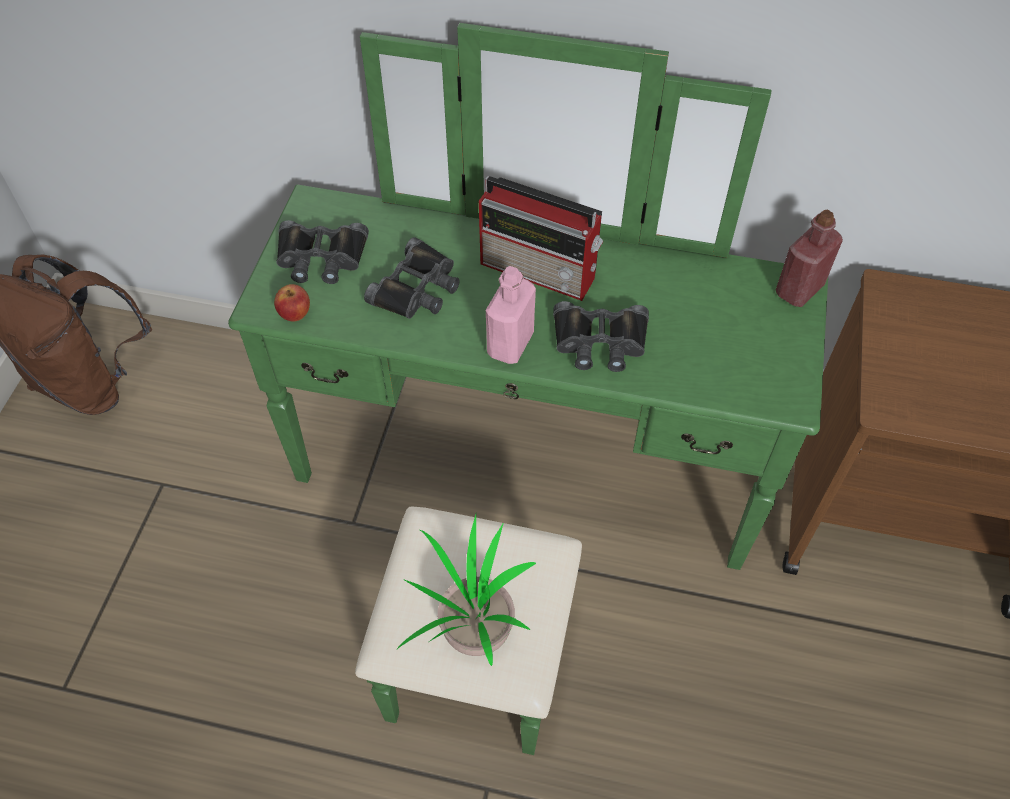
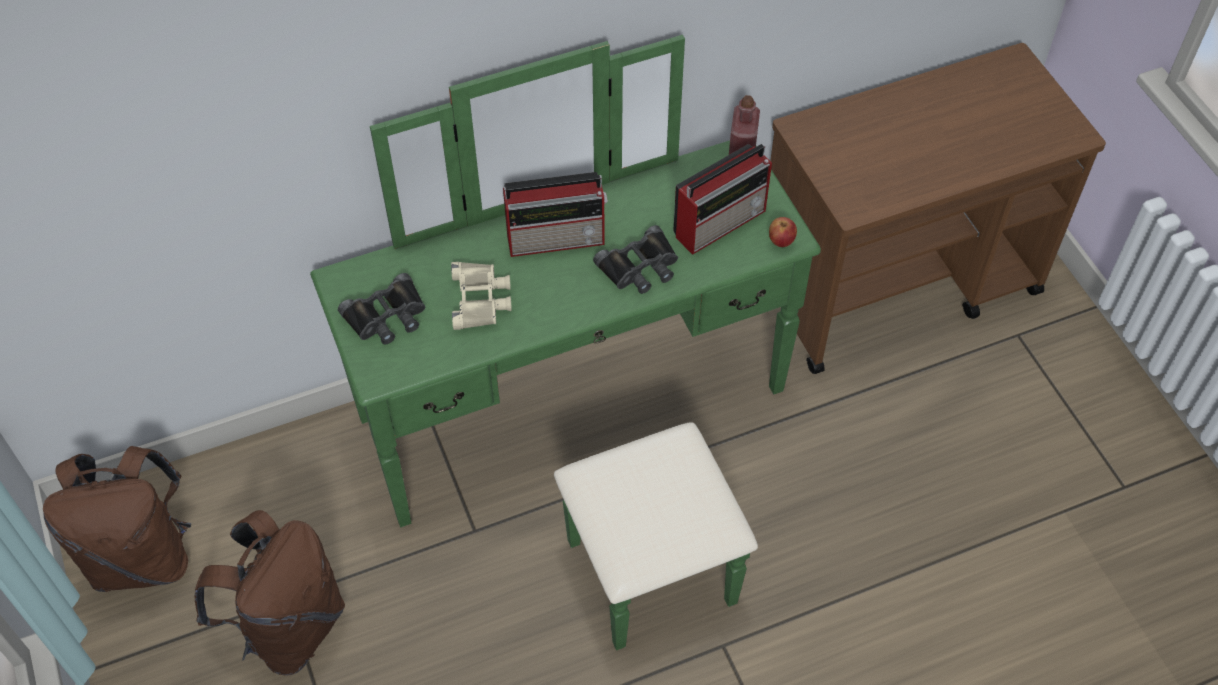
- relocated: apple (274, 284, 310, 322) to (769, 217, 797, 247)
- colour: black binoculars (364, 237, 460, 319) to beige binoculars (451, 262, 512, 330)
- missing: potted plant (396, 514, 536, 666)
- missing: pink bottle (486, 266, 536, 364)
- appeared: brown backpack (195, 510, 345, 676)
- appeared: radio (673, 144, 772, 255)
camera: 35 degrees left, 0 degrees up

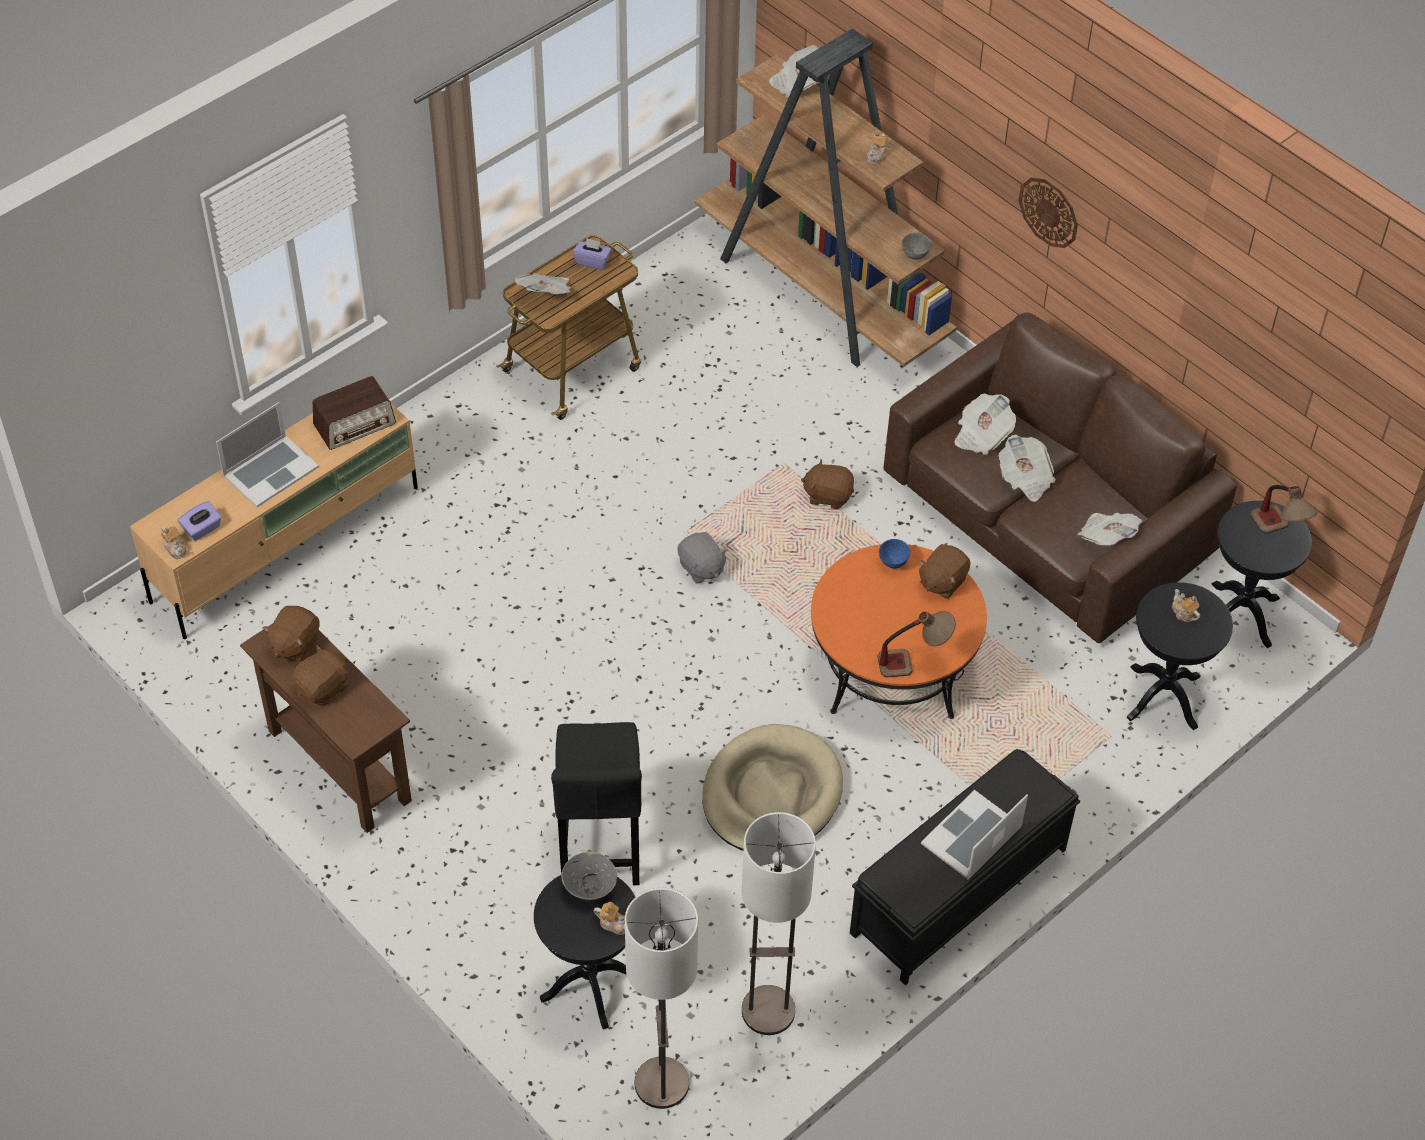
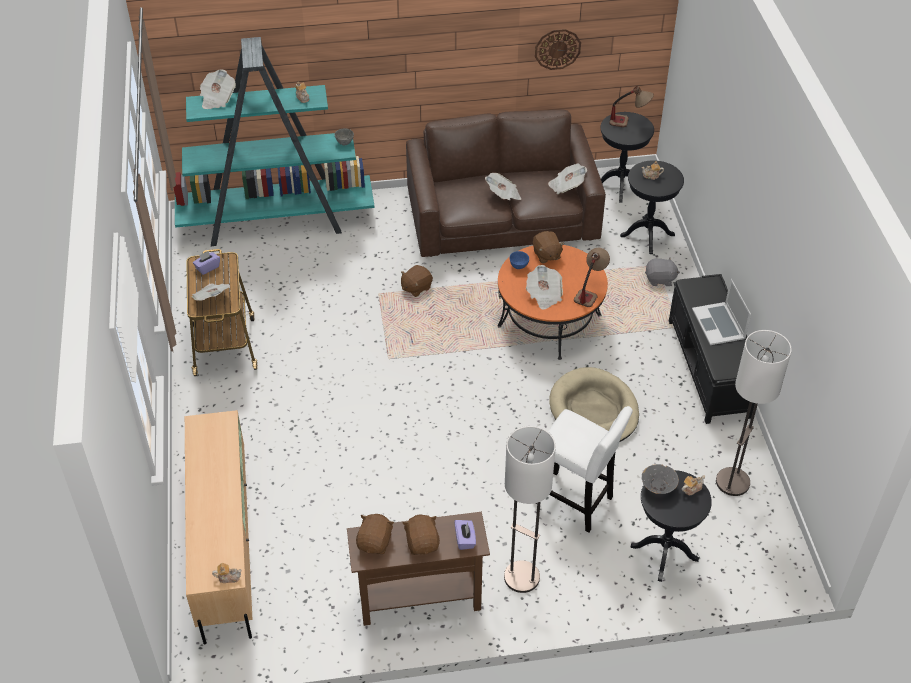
- relocated: purple tissue box (178, 501, 222, 541) to (454, 520, 476, 550)
- missing: laptop (216, 402, 319, 507)
- spun: brown plush toy (262, 606, 320, 662) = (356, 514, 394, 554) 135 degrees counterclockwise
- missing: radio (313, 376, 396, 450)
- colour: black stool (551, 722, 642, 885) to white stool (535, 406, 633, 532)
- relocated: floor lamp (625, 888, 698, 1109) to (504, 426, 556, 593)
- relocated: grey plush toy (678, 532, 728, 583) to (645, 258, 680, 286)
- colour: brown bookcase (695, 28, 957, 367) to turquoise bookcase (173, 37, 375, 246)
- relocated: newspaper (954, 393, 1016, 455) to (526, 265, 563, 310)
- relocated: wall clock (1018, 178, 1078, 248) to (535, 29, 581, 70)
camera: 55 degrees left, 5 degrees down

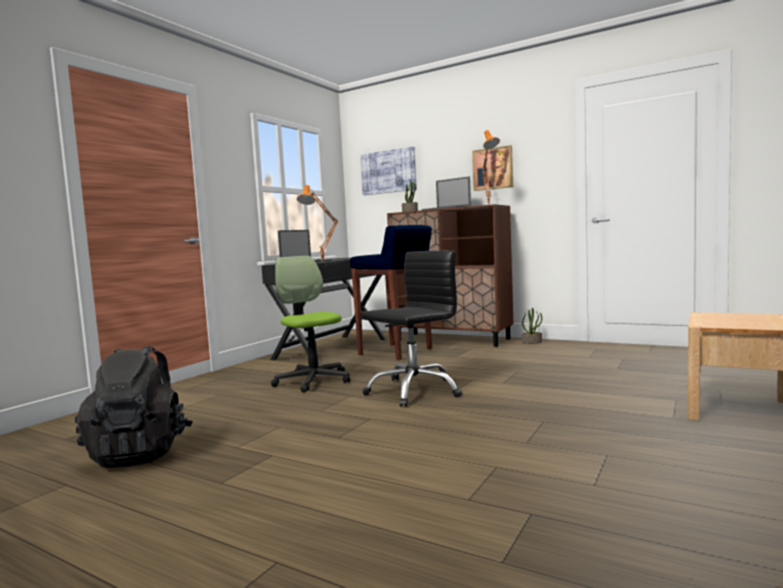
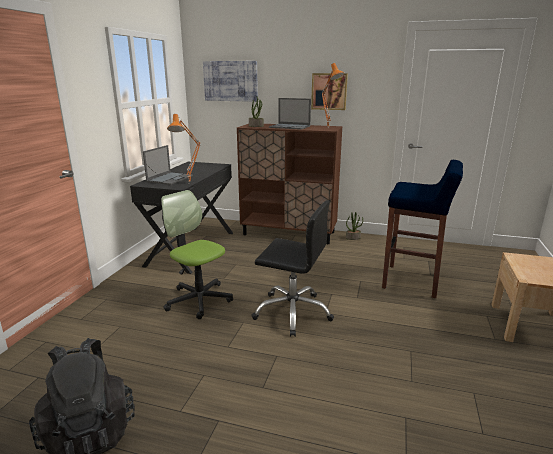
- relocated: blue stool (350, 225, 432, 360) to (382, 160, 463, 298)
- spun: black office chair (361, 251, 462, 407) = (251, 200, 334, 337) 75 degrees clockwise
camera: 15 degrees left, 15 degrees up

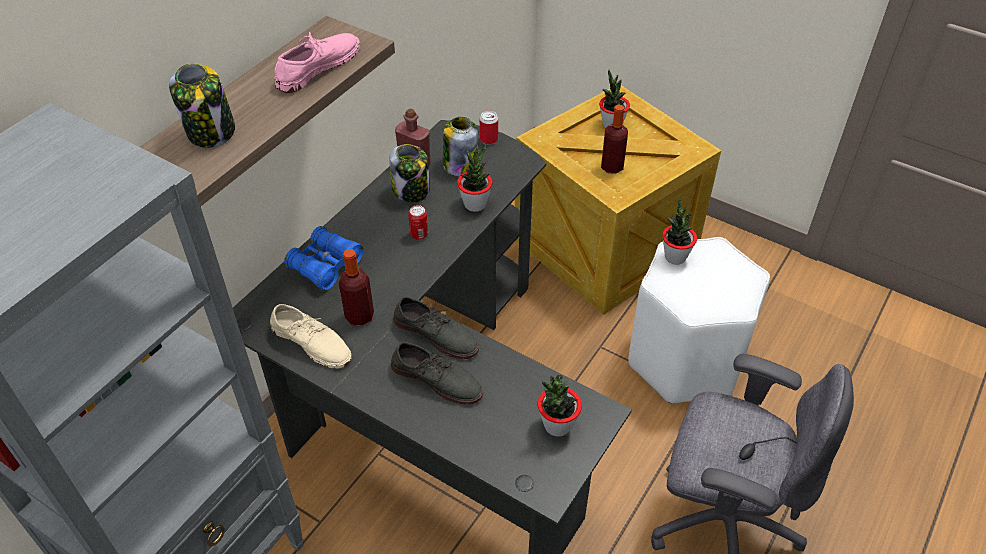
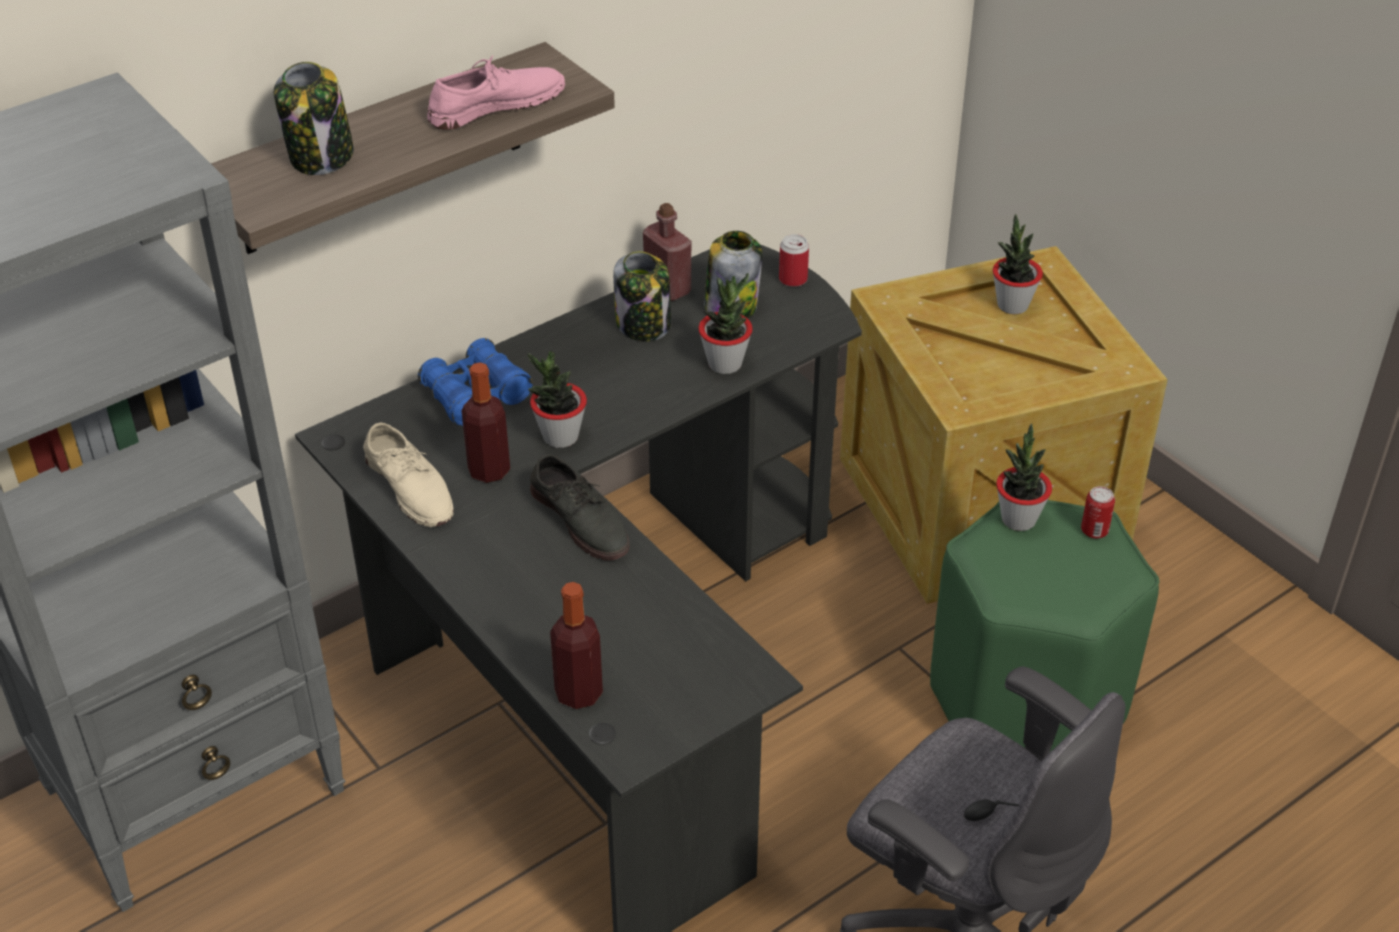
- missing: grey shoe (391, 342, 483, 405)
- relocated: can (408, 205, 428, 240) to (1081, 486, 1115, 539)
- relocated: potted plant (538, 375, 582, 437) to (528, 351, 587, 448)
- relocated: bottle (601, 105, 628, 174) to (550, 582, 603, 709)
- colour: white stool (628, 237, 770, 403) to green stool (930, 500, 1160, 752)
camera: 20 degrees right, 5 degrees down

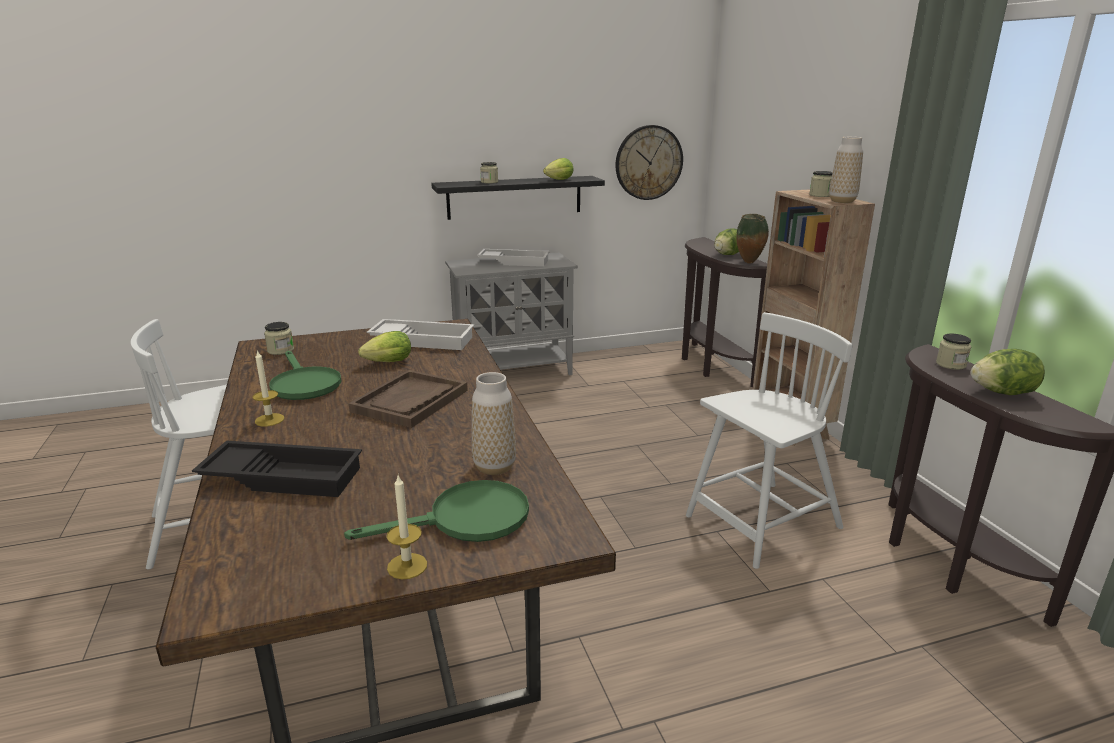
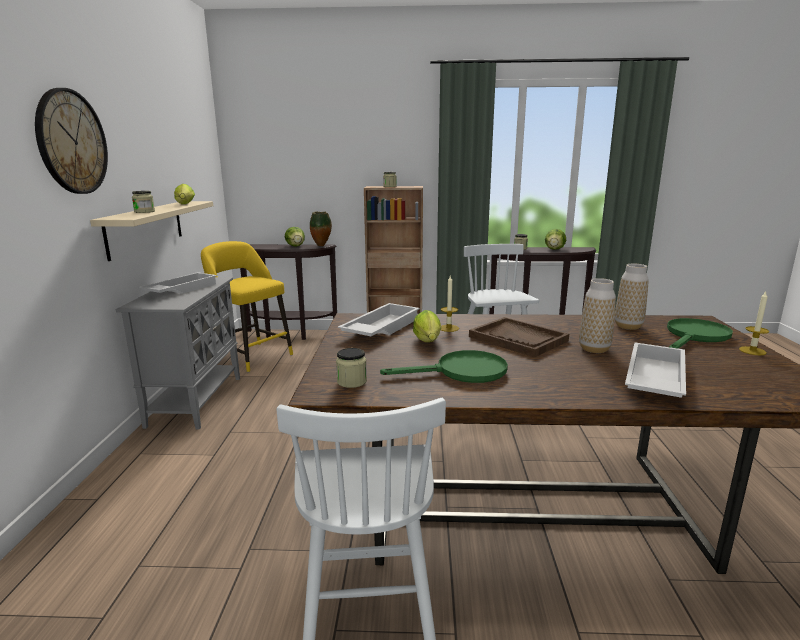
- colour: black tray (192, 441, 362, 497) to white tray (625, 342, 686, 398)
- relocated: candle (253, 350, 285, 427) to (441, 276, 459, 332)
- spun: green frying pan (344, 480, 529, 542) = (667, 318, 733, 349) 45 degrees clockwise
- colour: black shelf (431, 176, 605, 220) to beige shelf (90, 201, 213, 261)
- relocated: wall clock (616, 125, 683, 200) to (35, 88, 108, 194)
- relocated: vase (829, 137, 863, 203) to (579, 278, 616, 353)
- appeared: yellow stool (201, 241, 293, 372)
camera: 70 degrees left, 5 degrees down

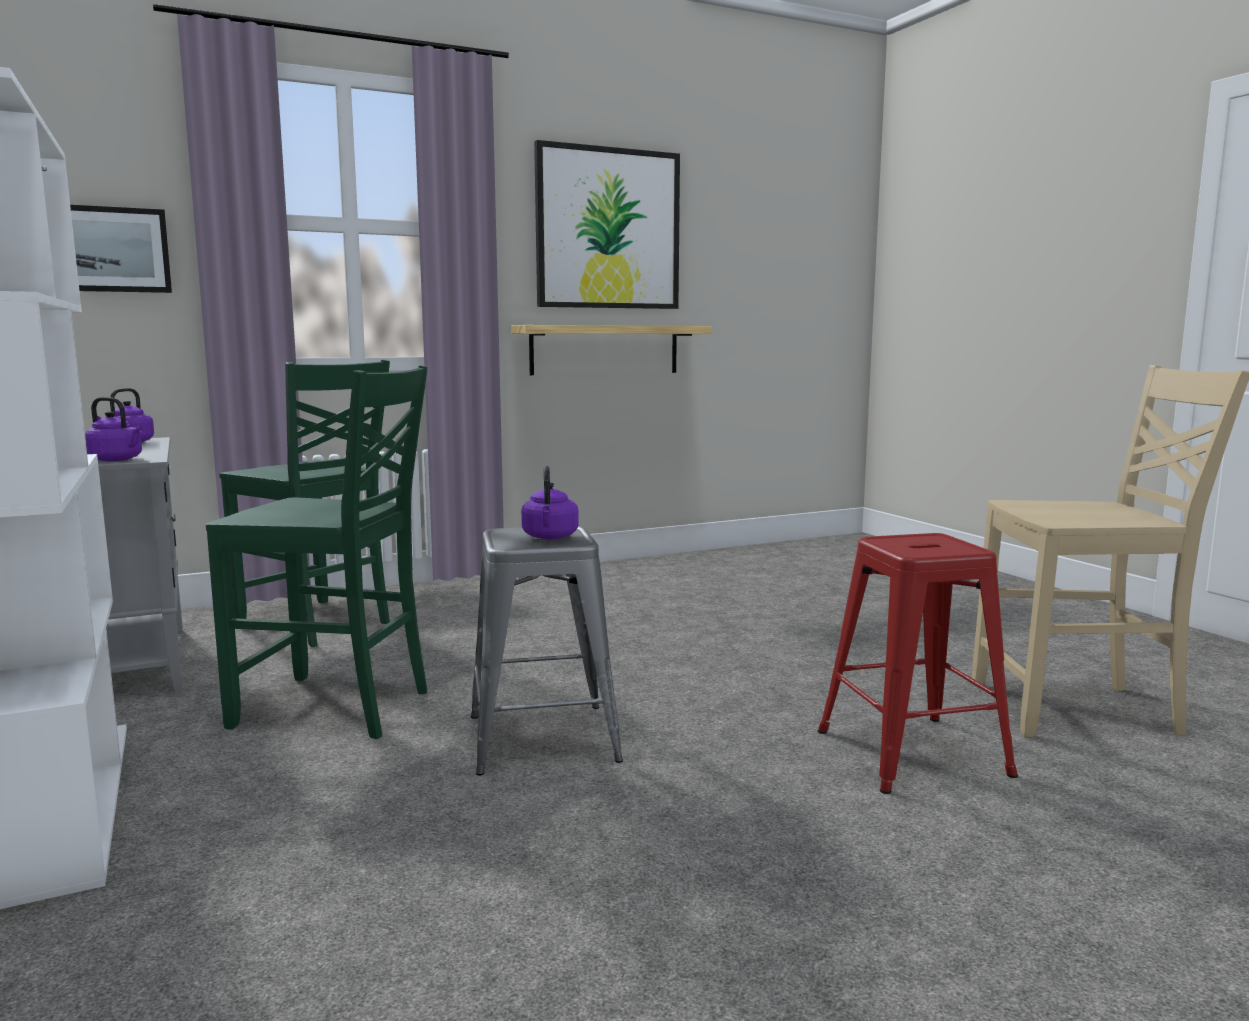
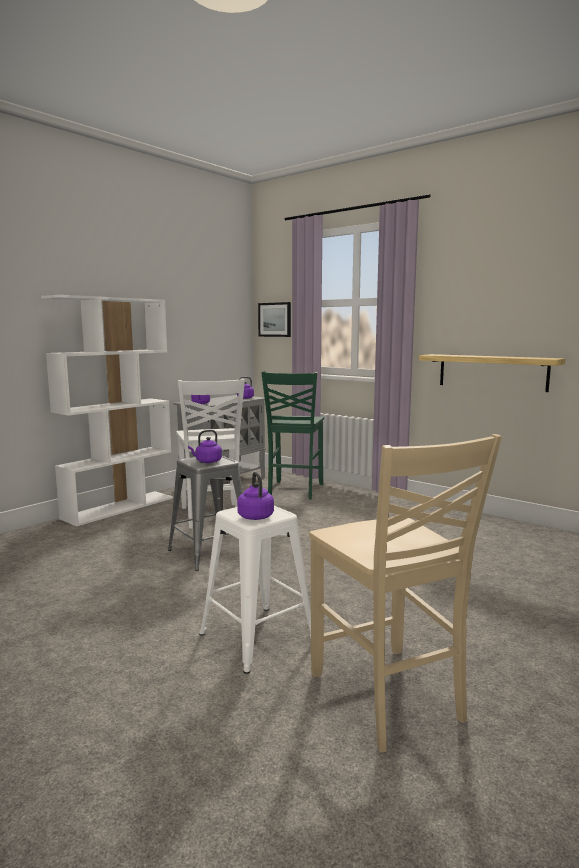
- colour: green chair (206, 366, 428, 739) to white chair (176, 379, 245, 529)
- missing: picture (534, 140, 680, 309)
- colour: red stool (817, 533, 1018, 794) to white stool (199, 506, 311, 674)
- appeared: purple kettle (237, 472, 274, 520)
camera: 65 degrees right, 0 degrees up

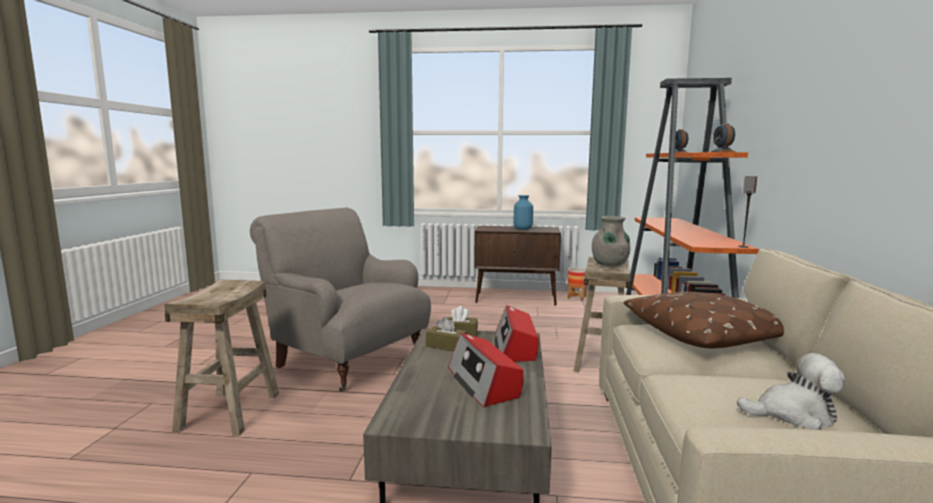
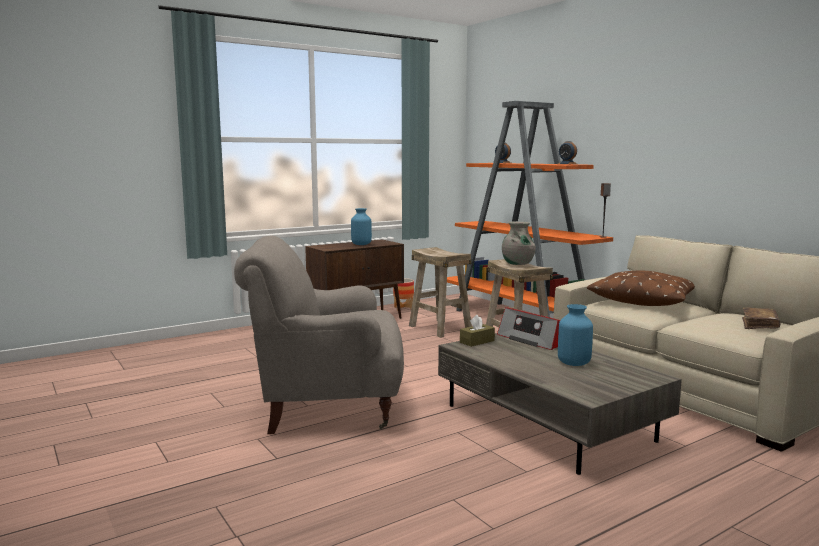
- relocated: beige stool (164, 280, 279, 436) to (409, 247, 472, 338)
- missing: brown tissue box (426, 317, 467, 352)
- exchanged: radio (448, 333, 523, 407) to blue vase (558, 304, 593, 366)
- exchanged: plush toy (737, 353, 846, 430) to brown book (742, 308, 780, 329)
camera: 40 degrees left, 0 degrees up

